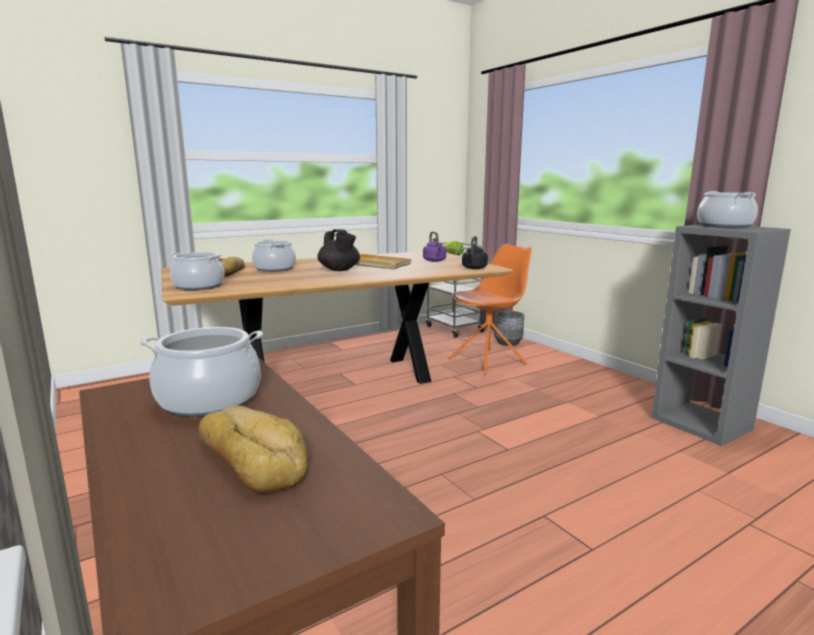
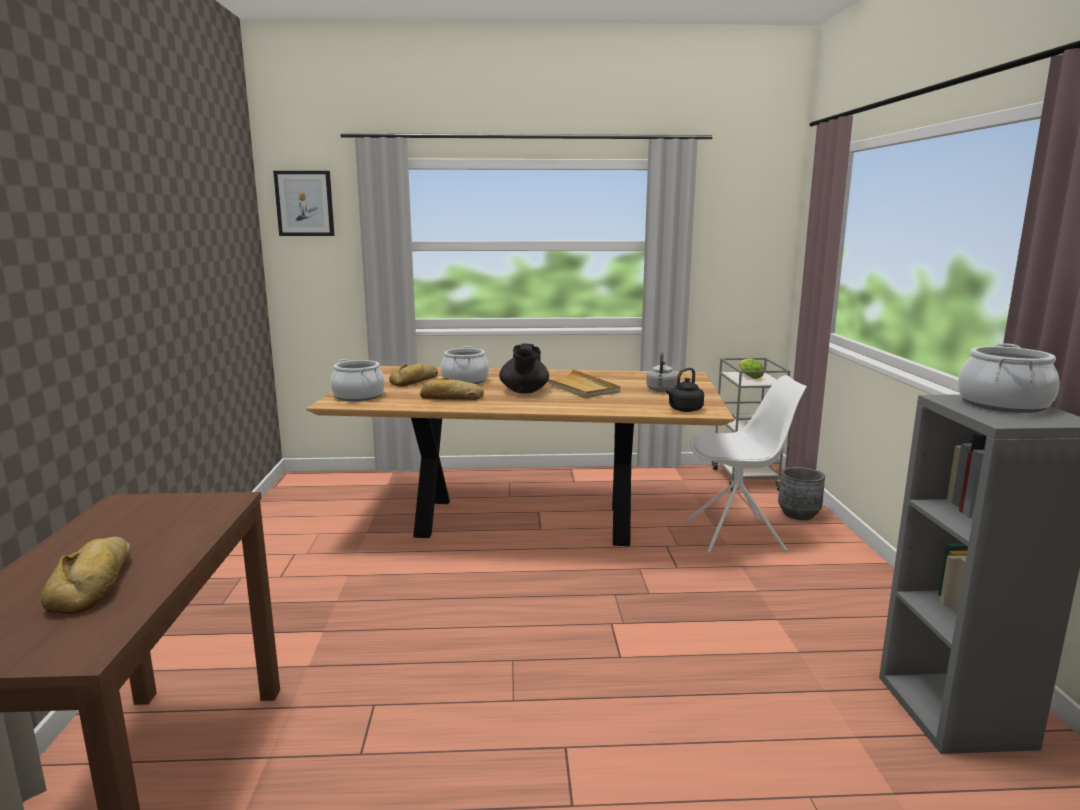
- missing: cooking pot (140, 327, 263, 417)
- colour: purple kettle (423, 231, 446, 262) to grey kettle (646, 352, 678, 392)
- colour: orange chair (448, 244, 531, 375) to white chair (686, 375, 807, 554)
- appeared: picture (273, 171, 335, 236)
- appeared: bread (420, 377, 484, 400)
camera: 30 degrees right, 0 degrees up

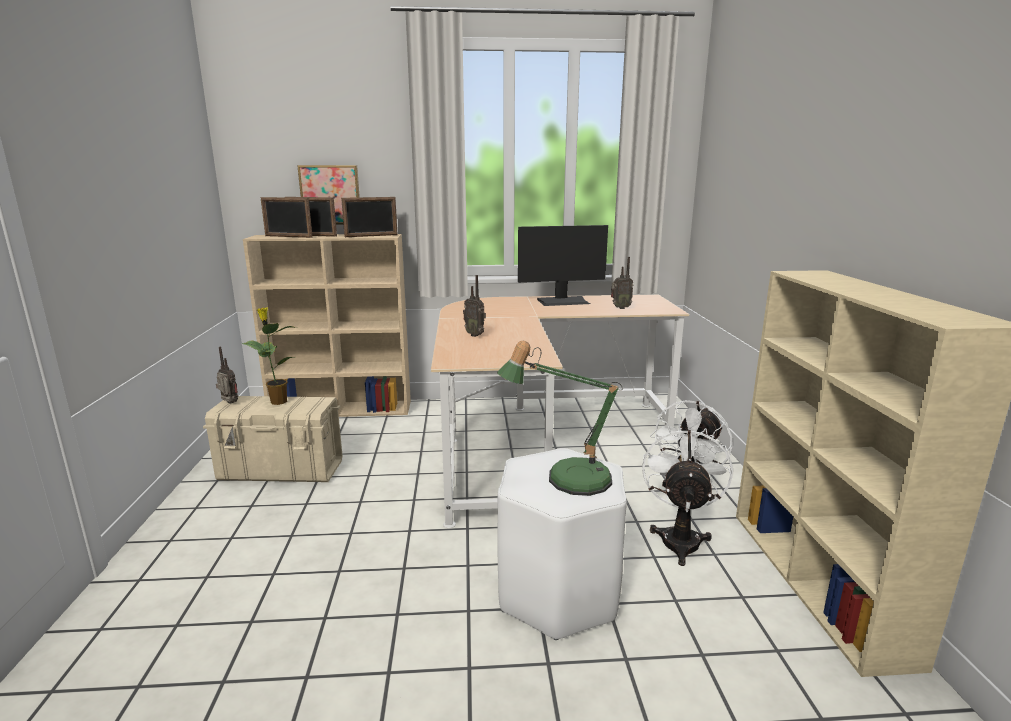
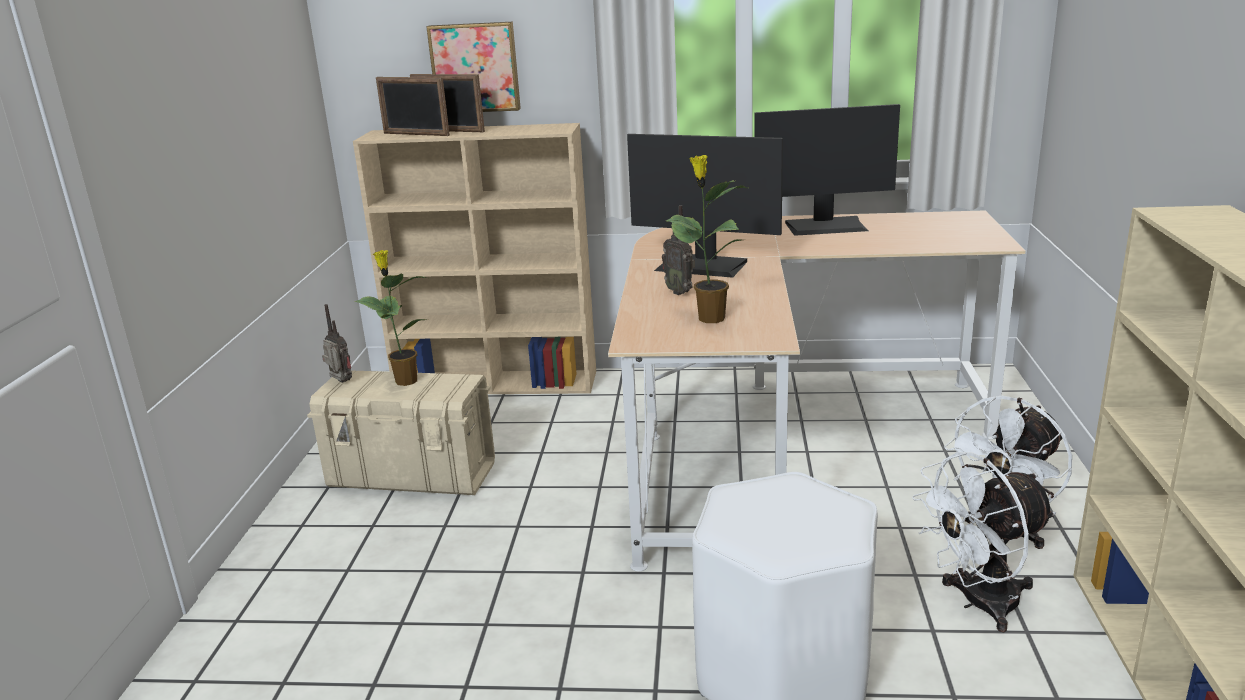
- missing: picture frame (341, 197, 398, 237)
- missing: table lamp (497, 341, 623, 496)
- missing: radio (611, 257, 633, 309)
- spun: white fan (642, 424, 733, 566) = (912, 452, 1056, 632) 135 degrees counterclockwise
- appeared: monitor (627, 134, 783, 278)
- appeared: potted plant (666, 155, 747, 323)
camera: 10 degrees right, 5 degrees up

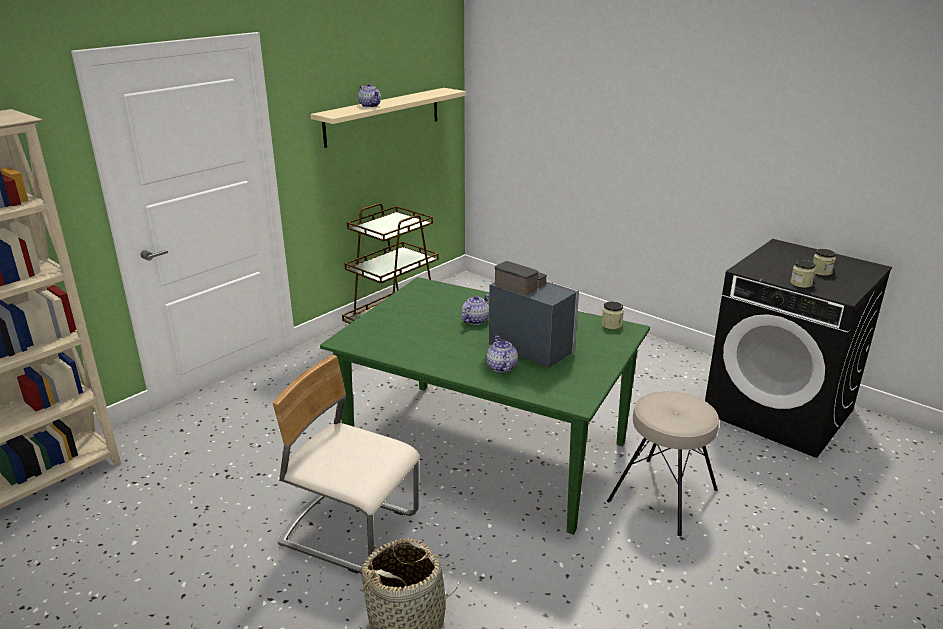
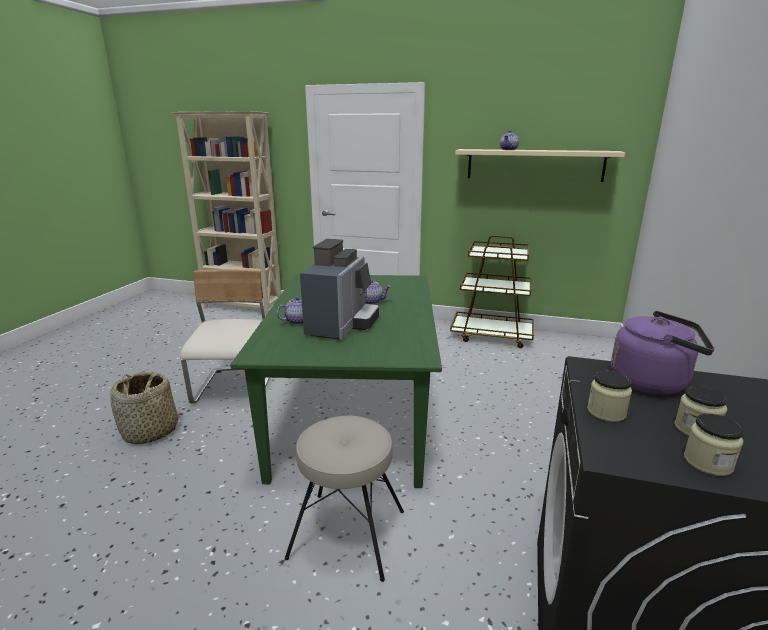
- relocated: jar (602, 301, 624, 329) to (684, 414, 744, 476)
- appeared: purple kettle (611, 311, 714, 395)
camera: 65 degrees right, 5 degrees down

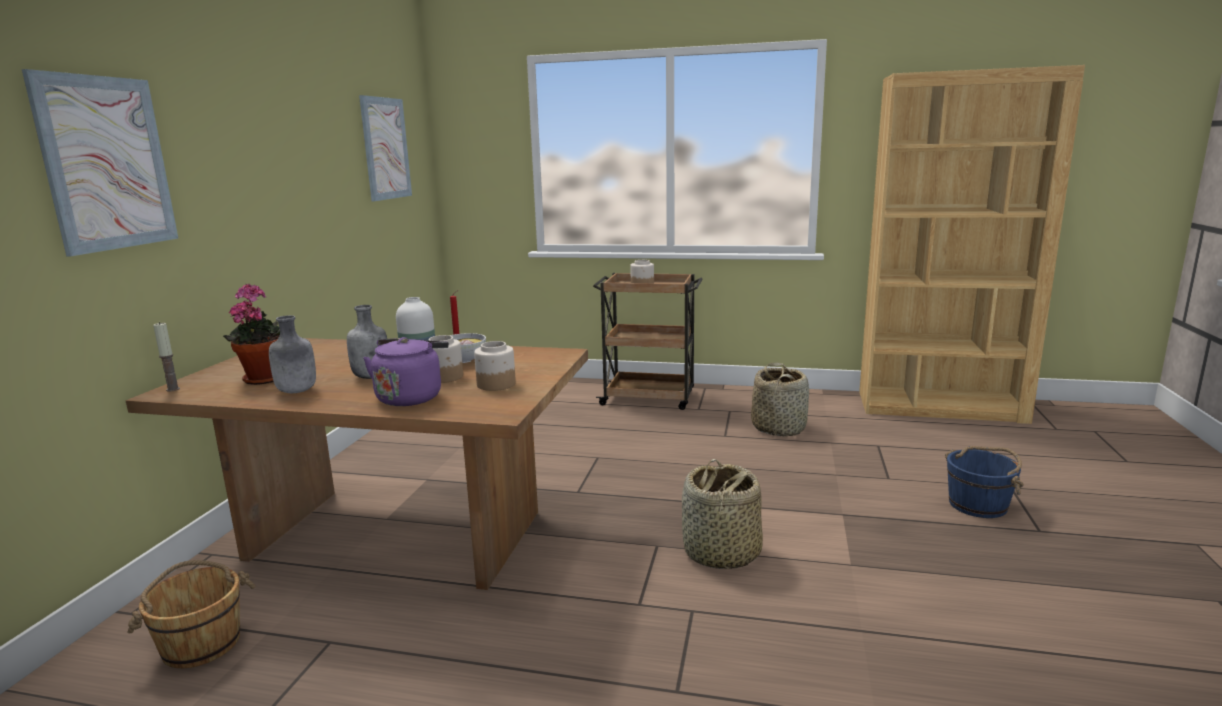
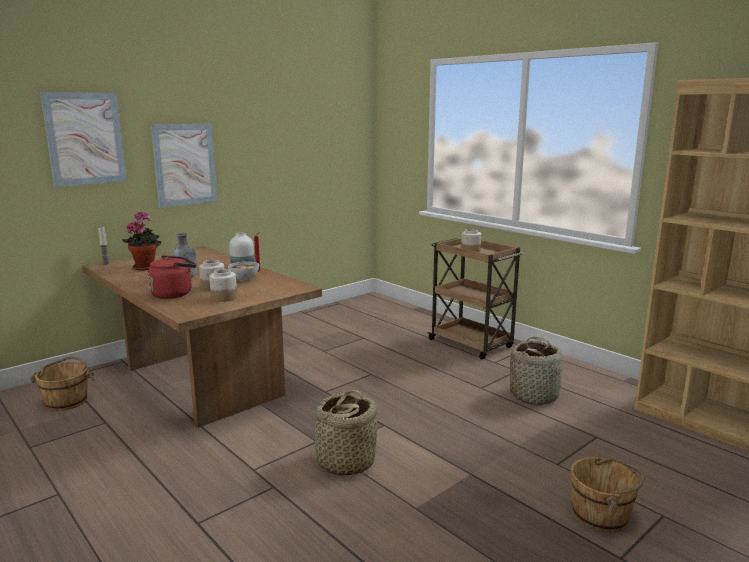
- missing: grey bottle (269, 315, 316, 393)
- relocated: picture (359, 95, 412, 201) to (151, 124, 218, 208)
- colour: purple kettle (363, 337, 449, 406) to red kettle (148, 255, 197, 299)
- colour: blue bucket (945, 446, 1024, 518) to brown bucket (571, 455, 645, 532)
camera: 35 degrees right, 0 degrees up

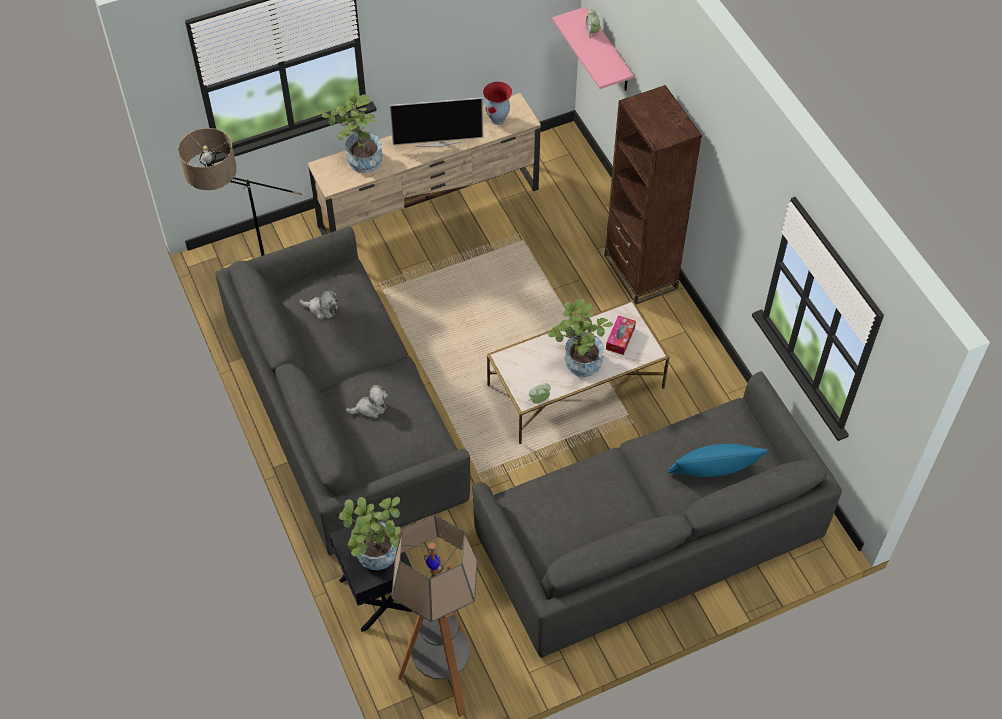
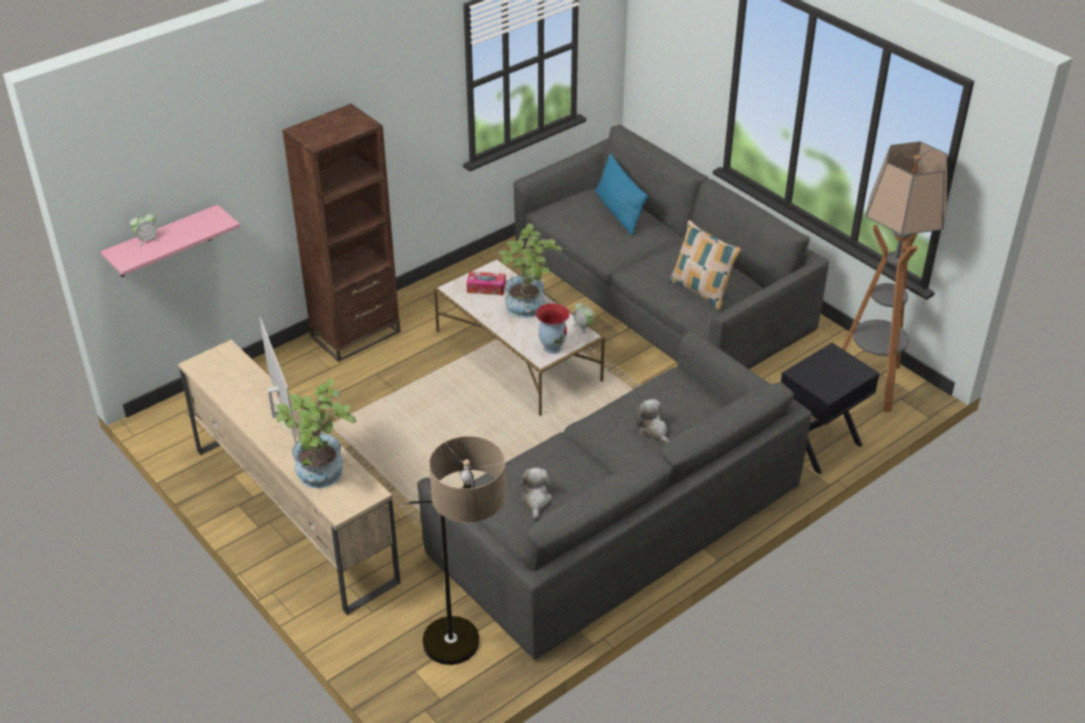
- missing: potted plant (339, 497, 401, 570)
- relocated: vase (483, 81, 512, 125) to (536, 303, 570, 354)
- appeared: pillow (669, 220, 741, 310)
camera: 105 degrees left, 15 degrees down

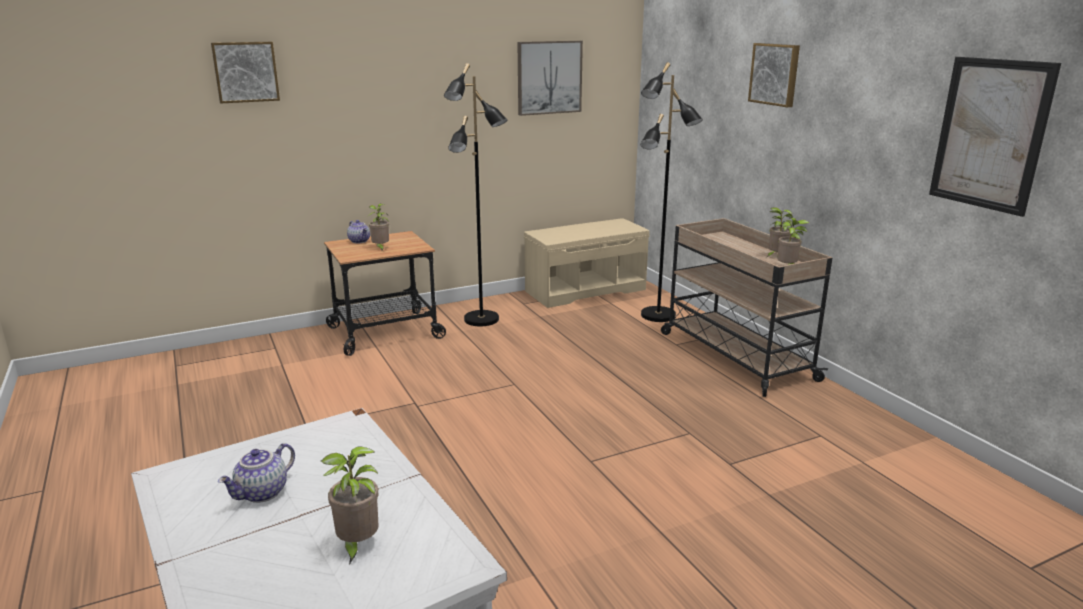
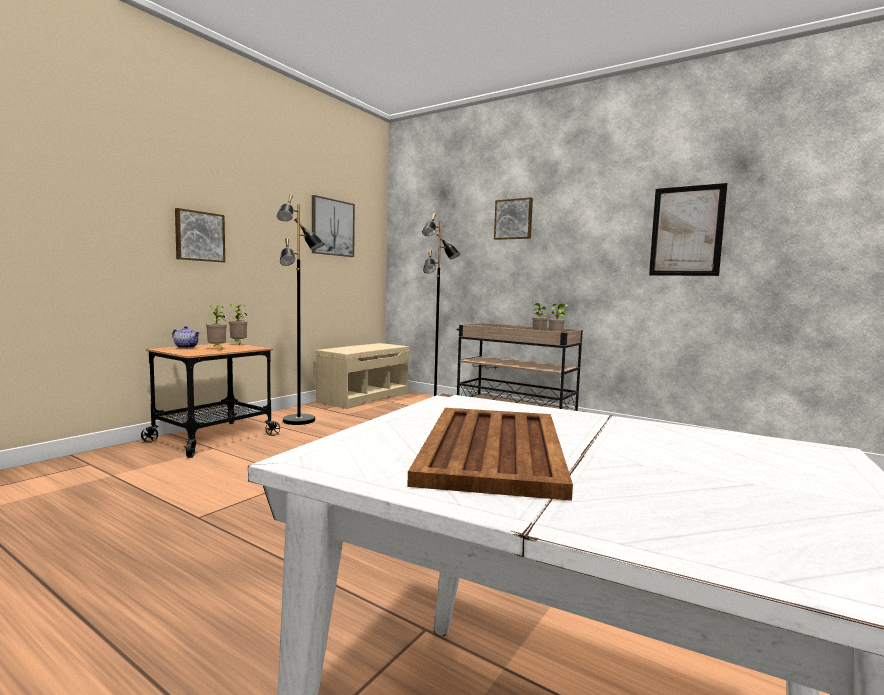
- relocated: picture (211, 42, 280, 103) to (175, 208, 225, 262)
- exchanged: teapot (218, 443, 295, 503) to brown tray (407, 408, 573, 501)
- relocated: potted plant (321, 446, 379, 565) to (228, 304, 248, 345)
camera: 30 degrees left, 15 degrees down

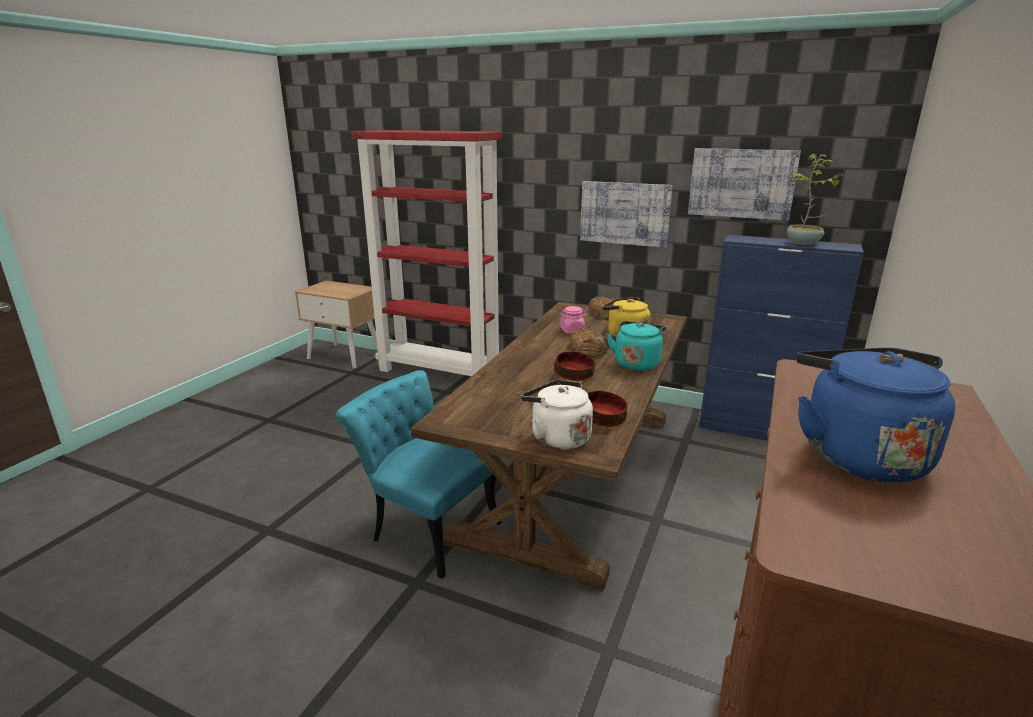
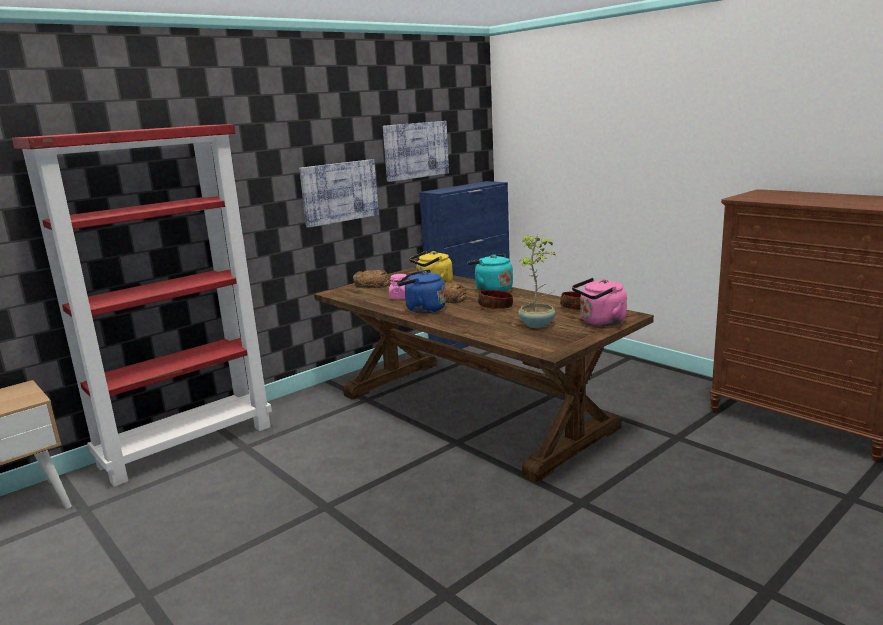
- missing: turquoise chair (336, 370, 502, 579)
- colour: white kettle (521, 380, 593, 450) to pink kettle (572, 278, 627, 326)
- relocated: potted plant (787, 154, 845, 245) to (517, 234, 557, 328)
- relocated: blue kettle (796, 348, 955, 483) to (397, 269, 446, 313)
camera: 65 degrees left, 5 degrees down

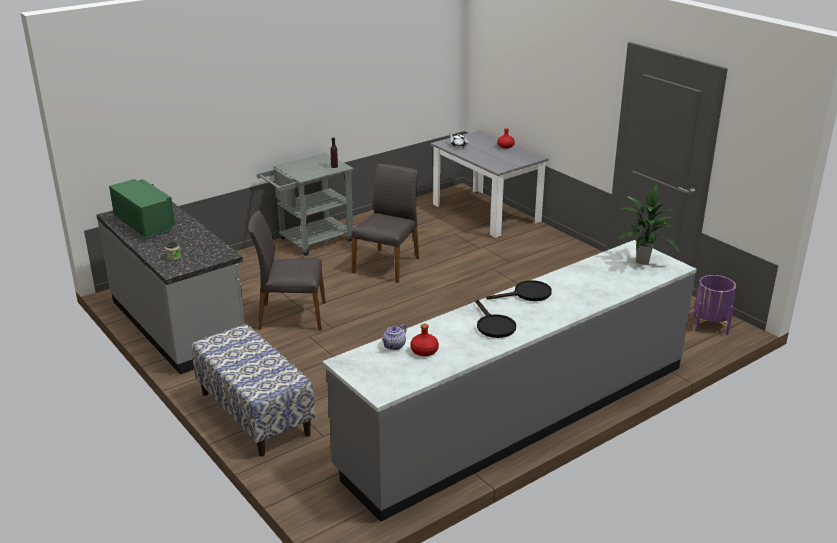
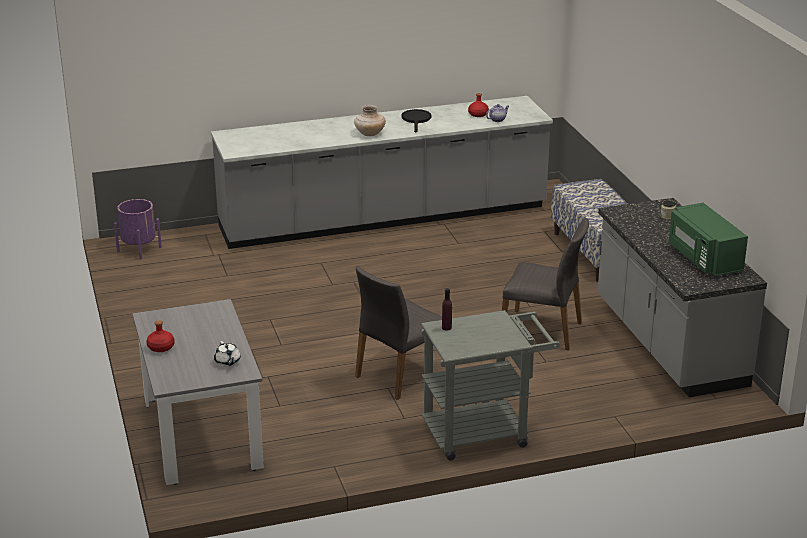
- exchanged: black frying pan (486, 280, 552, 301) to beige vase (354, 105, 386, 136)
- missing: potted plant (620, 184, 679, 265)
camera: 160 degrees left, 0 degrees up

